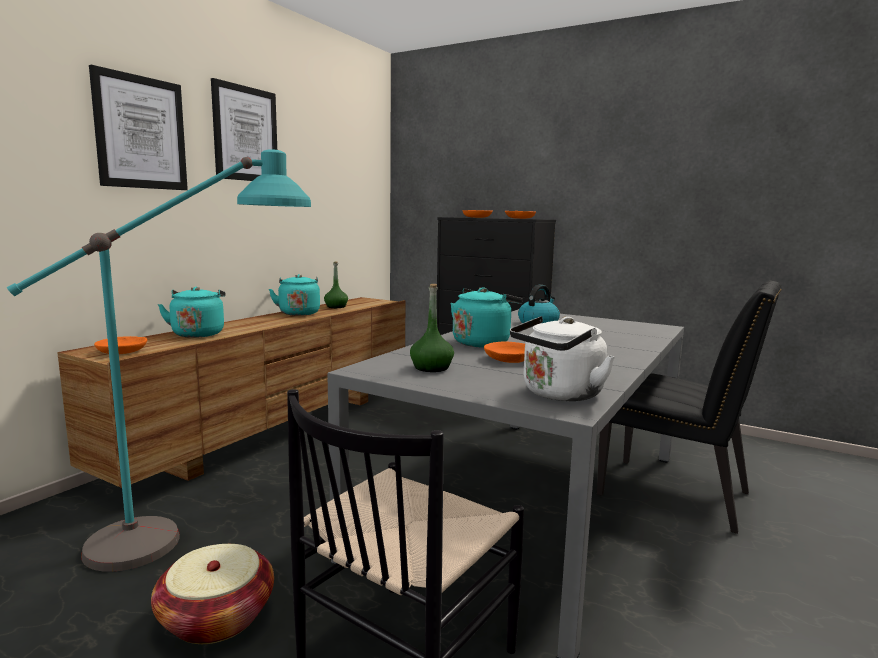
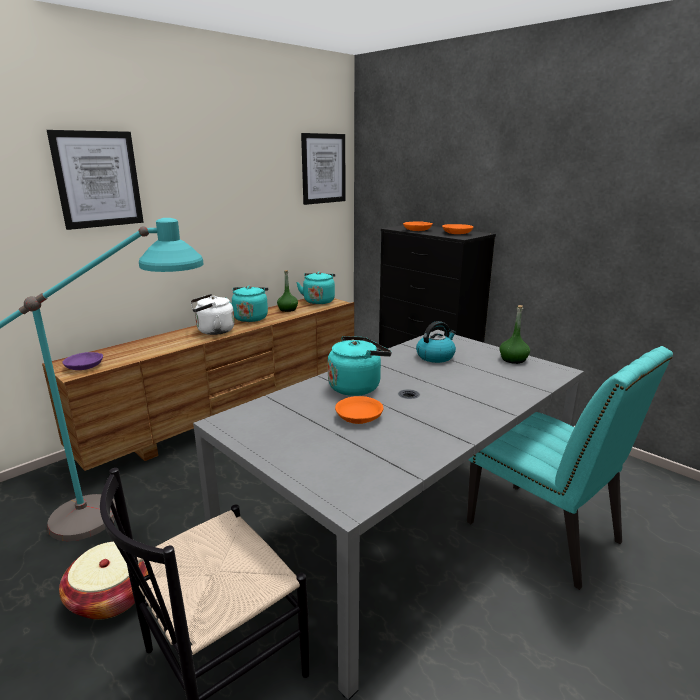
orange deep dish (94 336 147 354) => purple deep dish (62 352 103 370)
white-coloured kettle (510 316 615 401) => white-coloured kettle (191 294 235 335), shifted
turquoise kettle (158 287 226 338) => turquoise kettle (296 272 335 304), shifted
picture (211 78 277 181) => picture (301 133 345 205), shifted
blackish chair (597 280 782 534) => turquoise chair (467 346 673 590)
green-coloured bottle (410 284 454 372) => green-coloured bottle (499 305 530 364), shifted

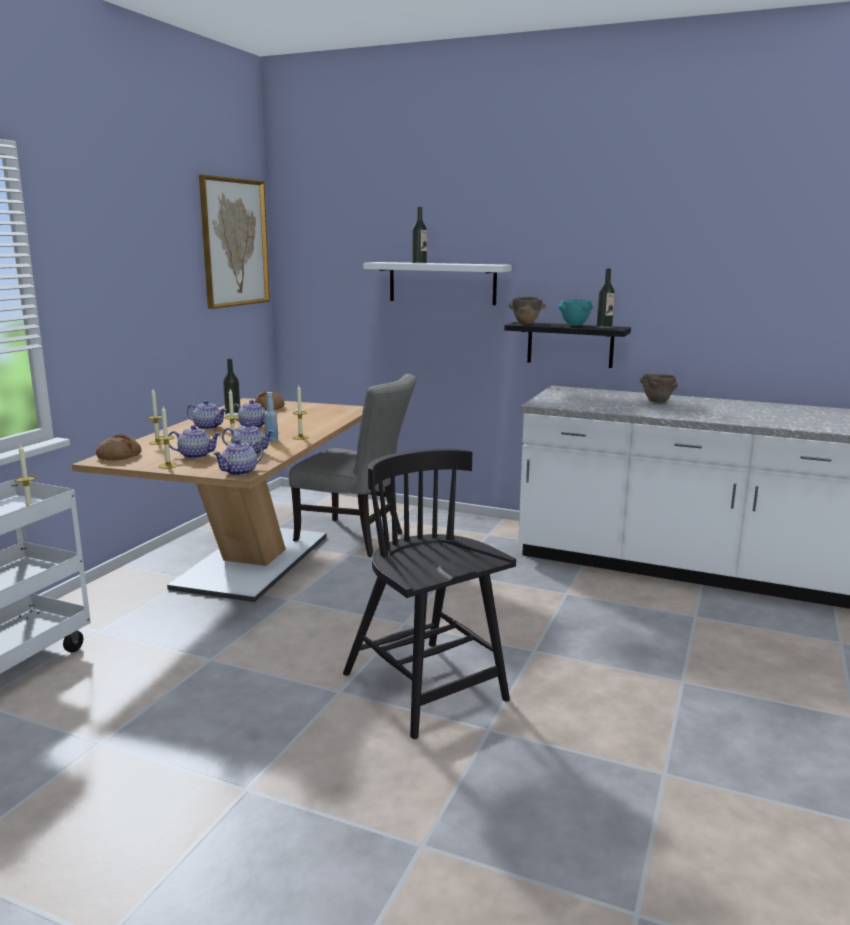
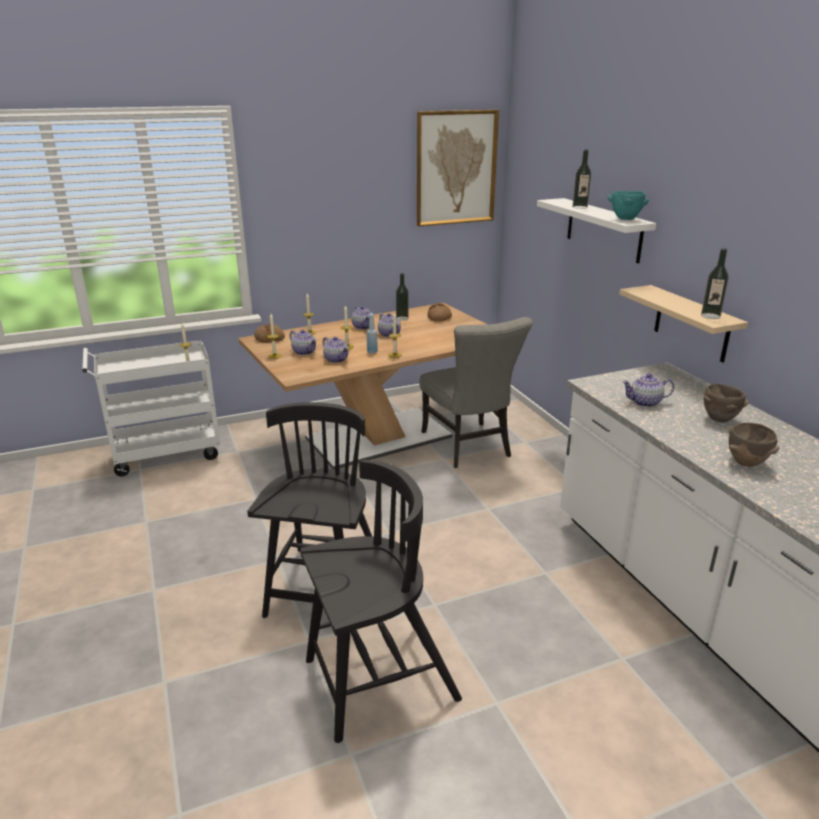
nothing => blackish chair (300 460 462 743)
turquoise deep dish (558 299 593 326) => turquoise deep dish (608 191 649 220), shifted
blackish bracket shelf (504 322 631 368) => beige-coloured bracket shelf (619 285 748 363)
teapot (213 439 264 476) => teapot (622 373 674 407), shifted
brownish deep dish (509 297 546 324) => brownish deep dish (729 423 779 467), shifted

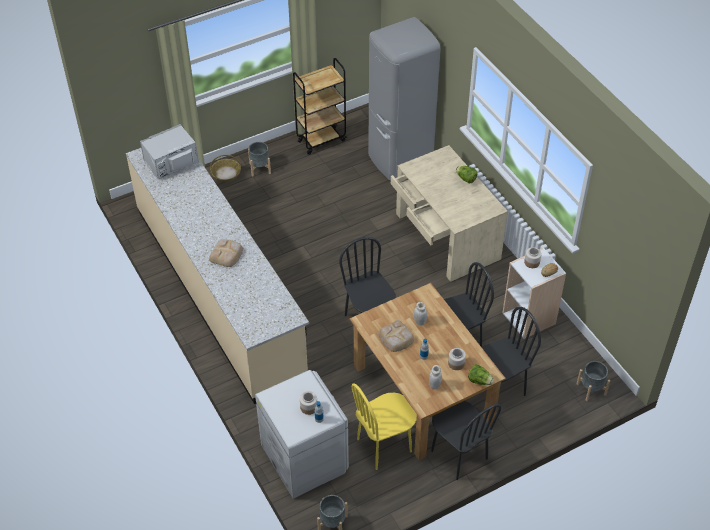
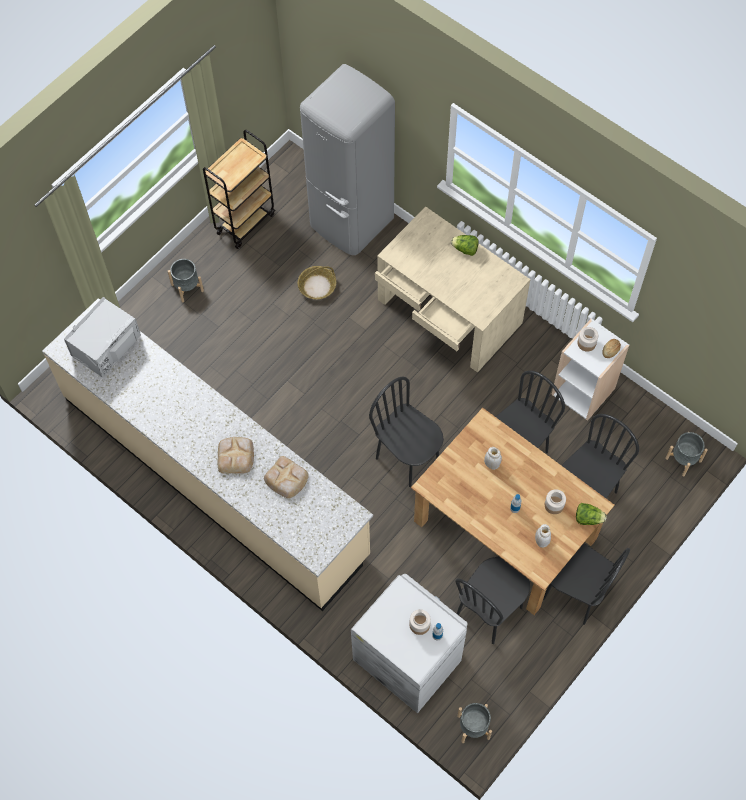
bread (378 320 414 352) => bread (264 456 309 498), shifted
basket (210 155 241 182) => basket (298 266 336 300), shifted
yellow-coloured chair (352 383 417 470) => blackish chair (455 557 530 644)

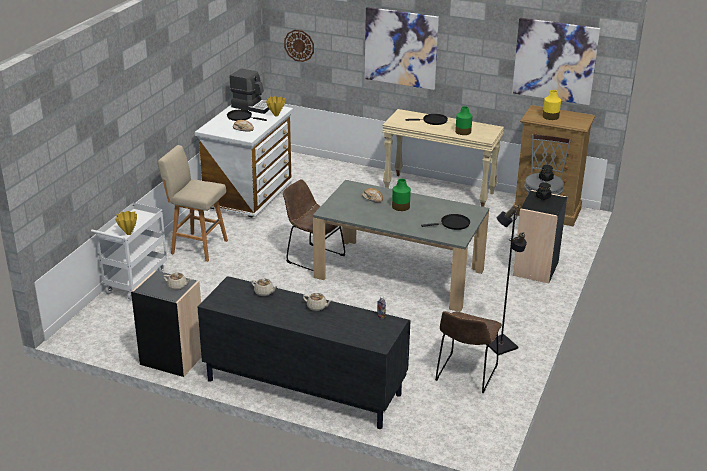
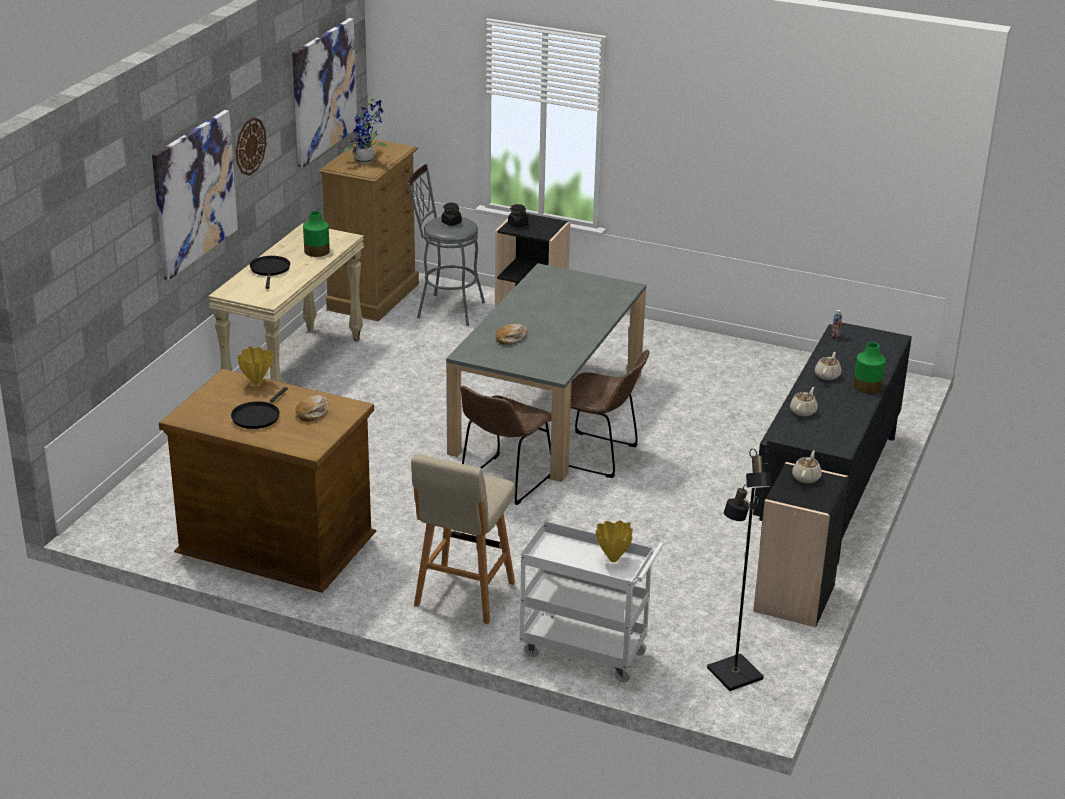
white-coloured drawer chest (195 105 294 218) => brownish drawer chest (159 369 376 593)
wall clock (284 30 314 62) => wall clock (236 117 266 176), shifted
yellow-coloured vase (543 90 561 120) => plant in a pot (343 97 387 164)
brownish chair (435 311 502 393) => brownish chair (569 350 650 478), shifted
blackish floor lamp (486 205 527 356) => blackish floor lamp (707 448 771 691), shifted
green-coloured vase (392 179 411 211) => green-coloured vase (853 342 886 394), shifted
coffee brewer (230 68 270 114) => nothing
blackish frying pan (421 214 470 230) => nothing

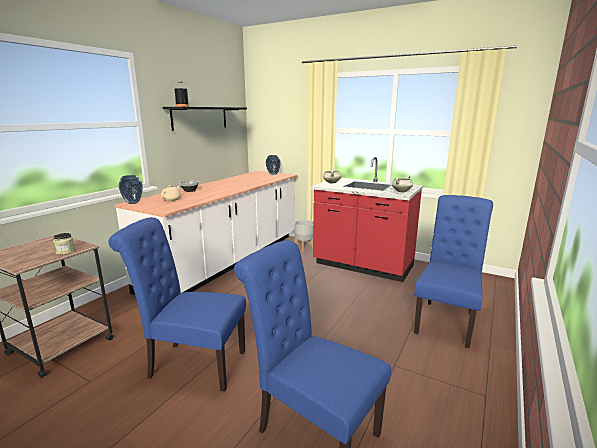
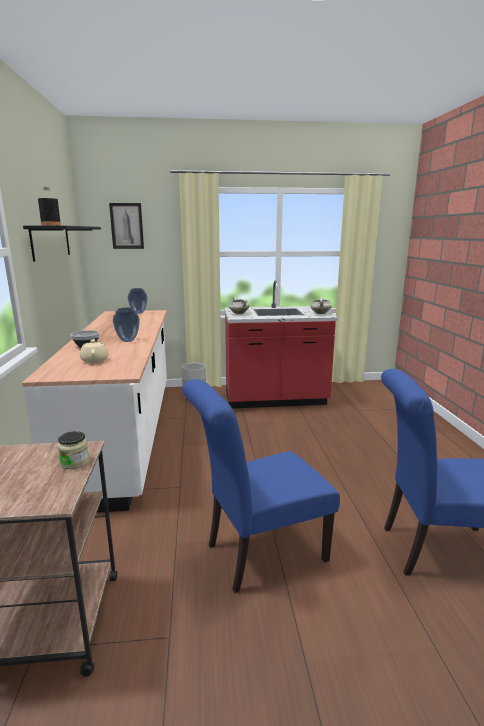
nothing => picture (109 203 144 249)
vase (118 175 143 204) => vase (113 308 140 342), shifted
blue-coloured chair (414 195 493 348) => nothing

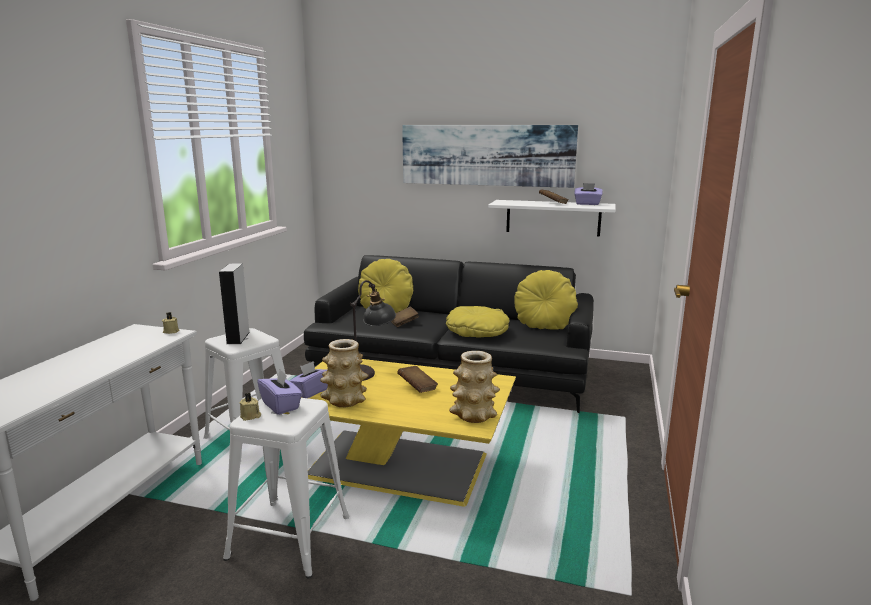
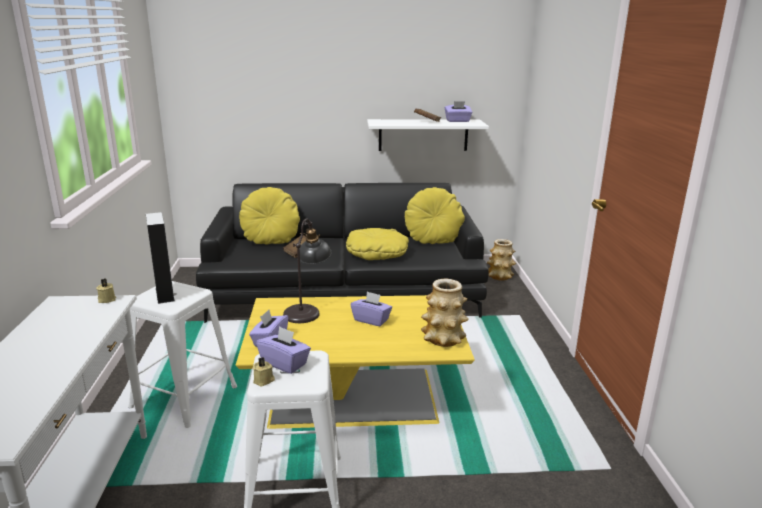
brownish bound book (397 366 438 393) => purple box of tissues (351 291 392 327)
vase (320 339 369 407) => vase (487 239 516 281), shifted
picture (402 125 578 188) => nothing

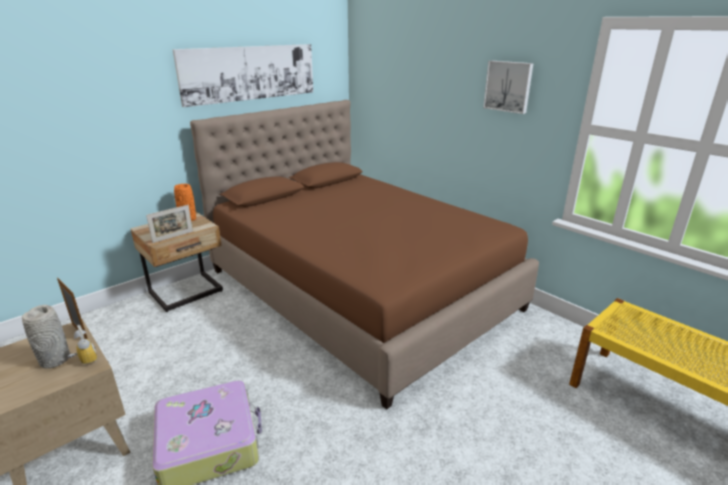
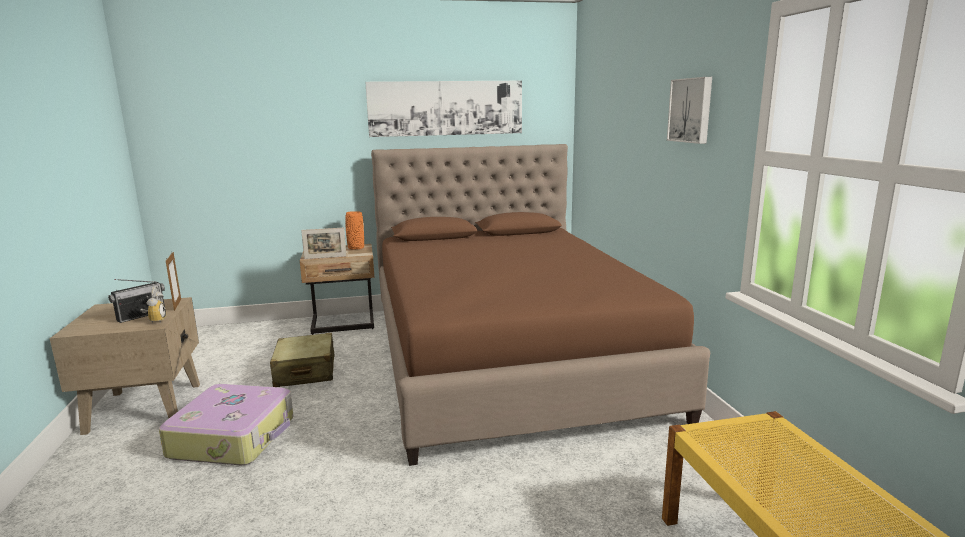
greyish vase (22 305 70 368) => radio (108 279 165 323)
nothing => beige-coloured suitcase (270 333 335 387)

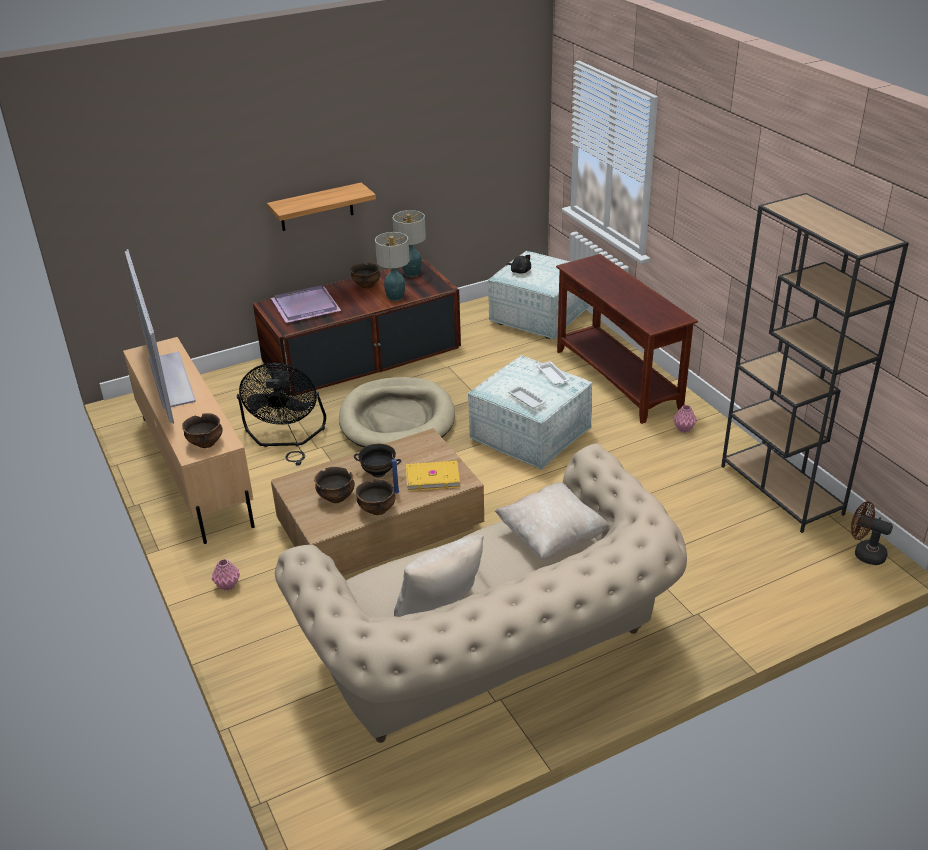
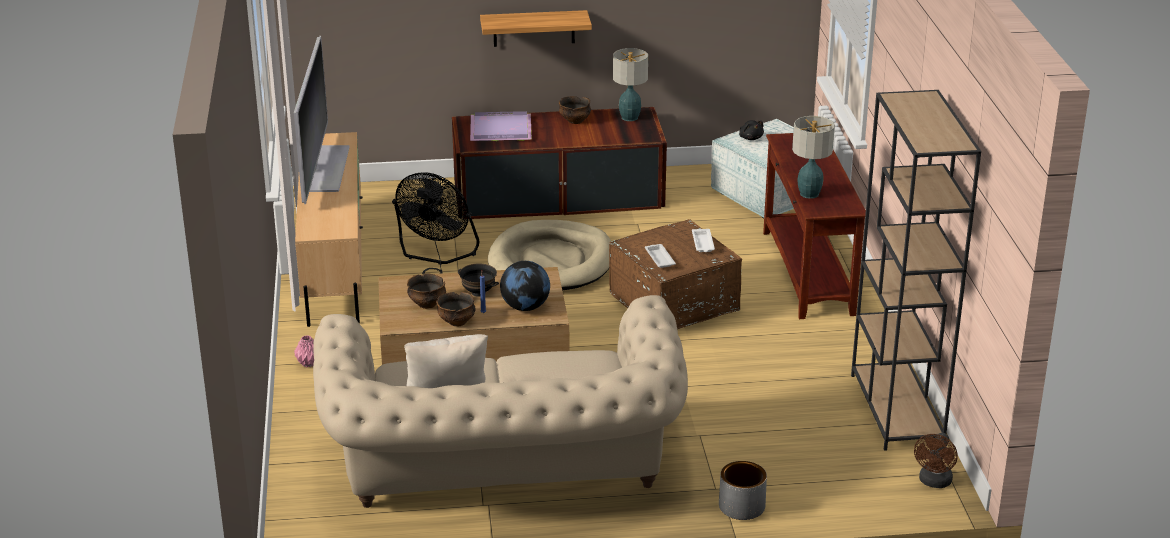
yellow-coloured bound book (406 461 460 491) => globe (500 261 550 311)
white-coloured ottoman (468 355 592 469) => brownish ottoman (609 219 742 329)
nothing => greyish flower pot (719 461 767 520)
table lamp (375 232 410 301) => table lamp (792 116 835 199), shifted
brownish cooling fan (851 501 893 565) => brownish cooling fan (914 433 958 488), 120 degrees counterclockwise
deep dish (182 413 222 448) => nothing
beige-coloured pillow (495 482 610 560) => nothing
pink-coloured vase (673 405 697 433) => nothing

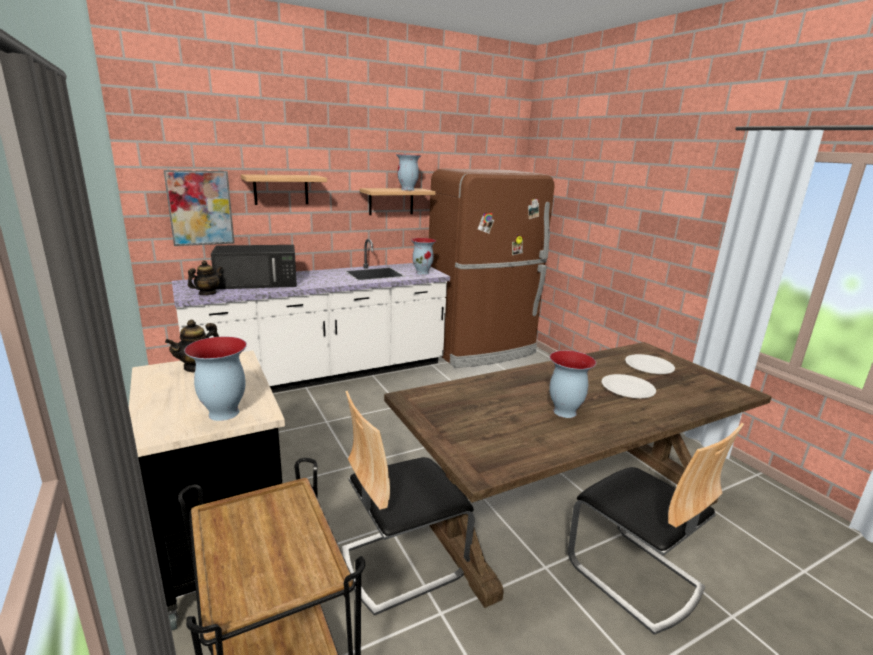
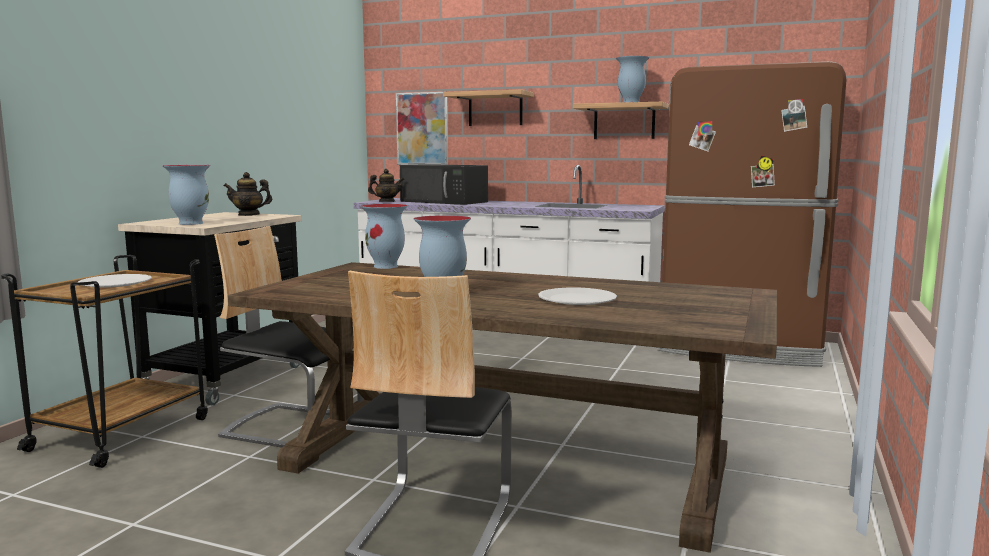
white-coloured flat dish (625 354 675 374) => white-coloured flat dish (78 274 152 288), shifted
vase (411 238 436 275) => vase (361 204 408 269), shifted

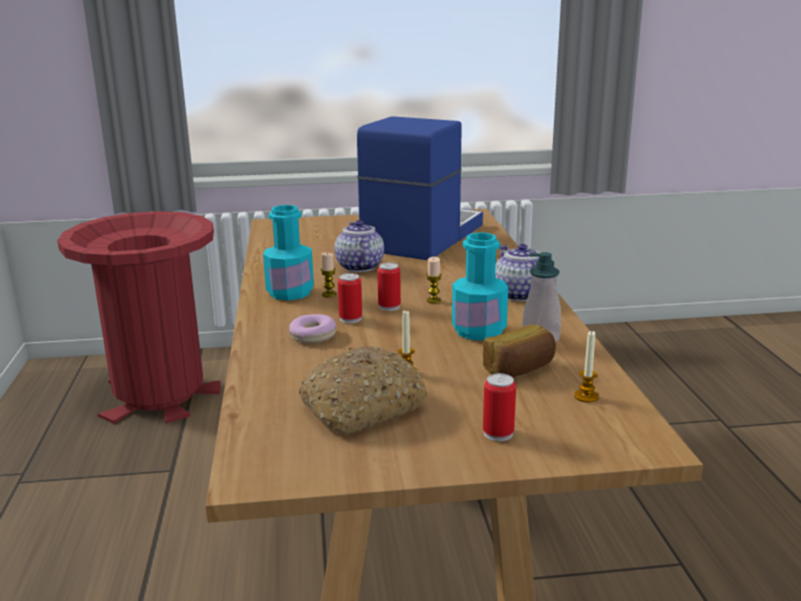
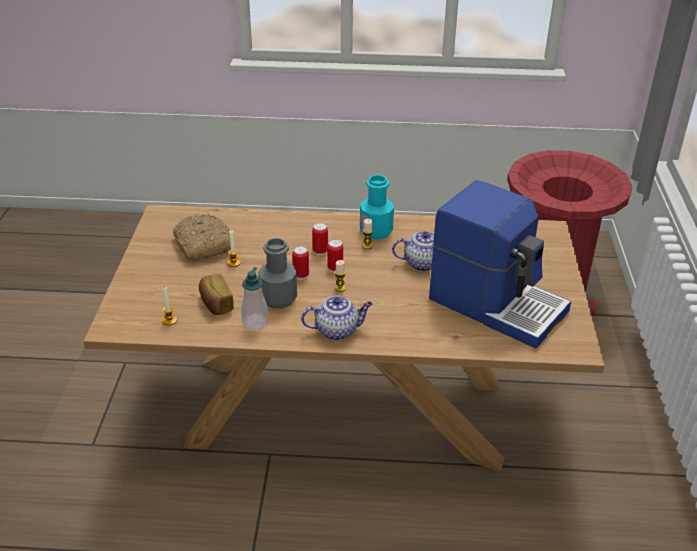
turquoise bottle (452 232 508 341) => greyish bottle (258 238 297 309)
metal can (483 373 516 441) => metal can (292 246 309 280), shifted
donut (289 314 336 343) => nothing

